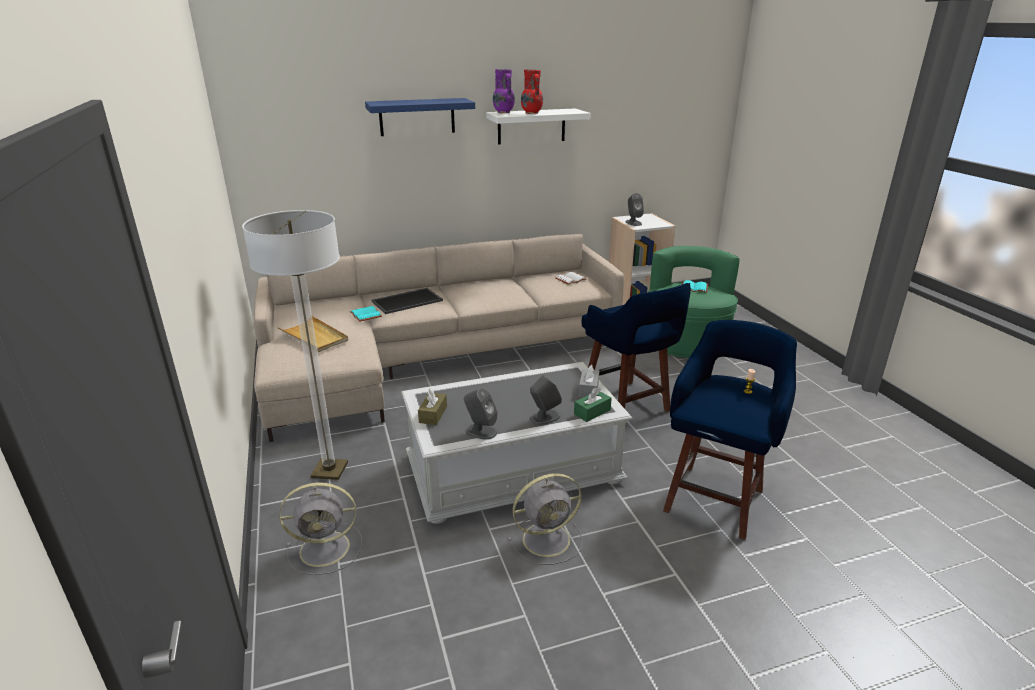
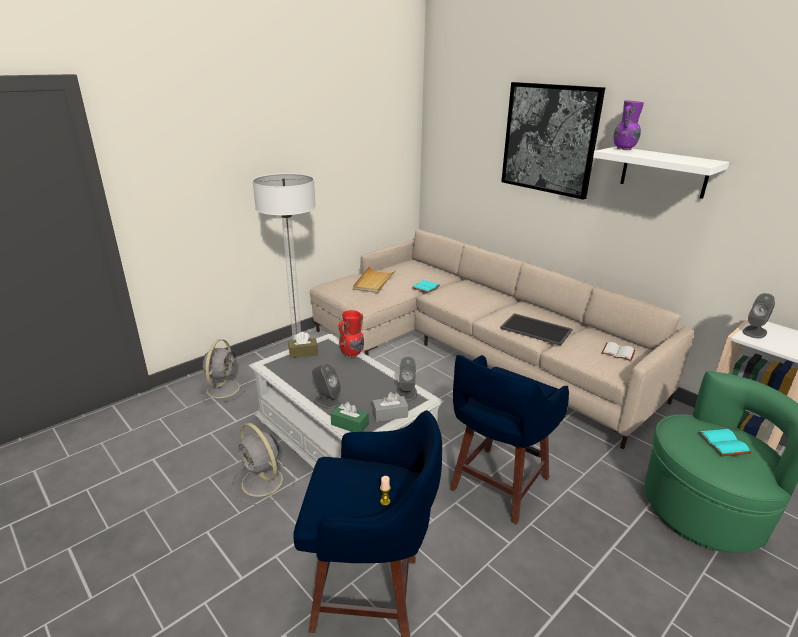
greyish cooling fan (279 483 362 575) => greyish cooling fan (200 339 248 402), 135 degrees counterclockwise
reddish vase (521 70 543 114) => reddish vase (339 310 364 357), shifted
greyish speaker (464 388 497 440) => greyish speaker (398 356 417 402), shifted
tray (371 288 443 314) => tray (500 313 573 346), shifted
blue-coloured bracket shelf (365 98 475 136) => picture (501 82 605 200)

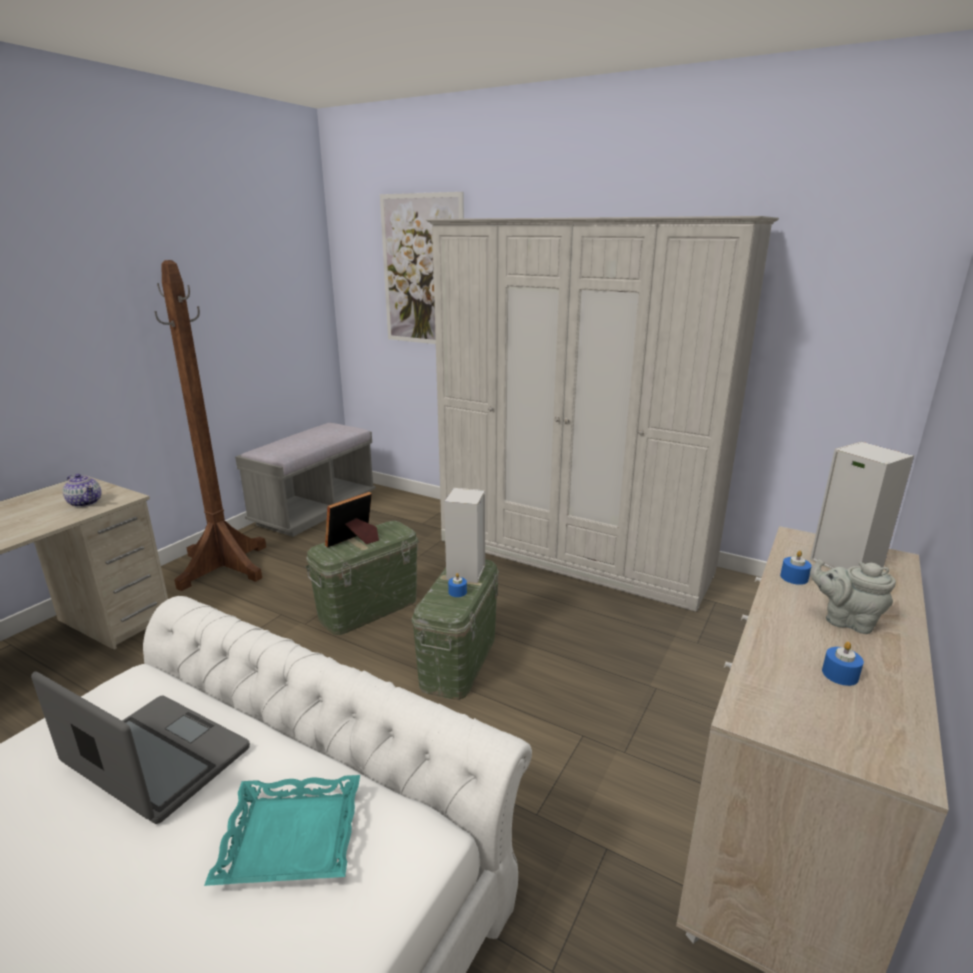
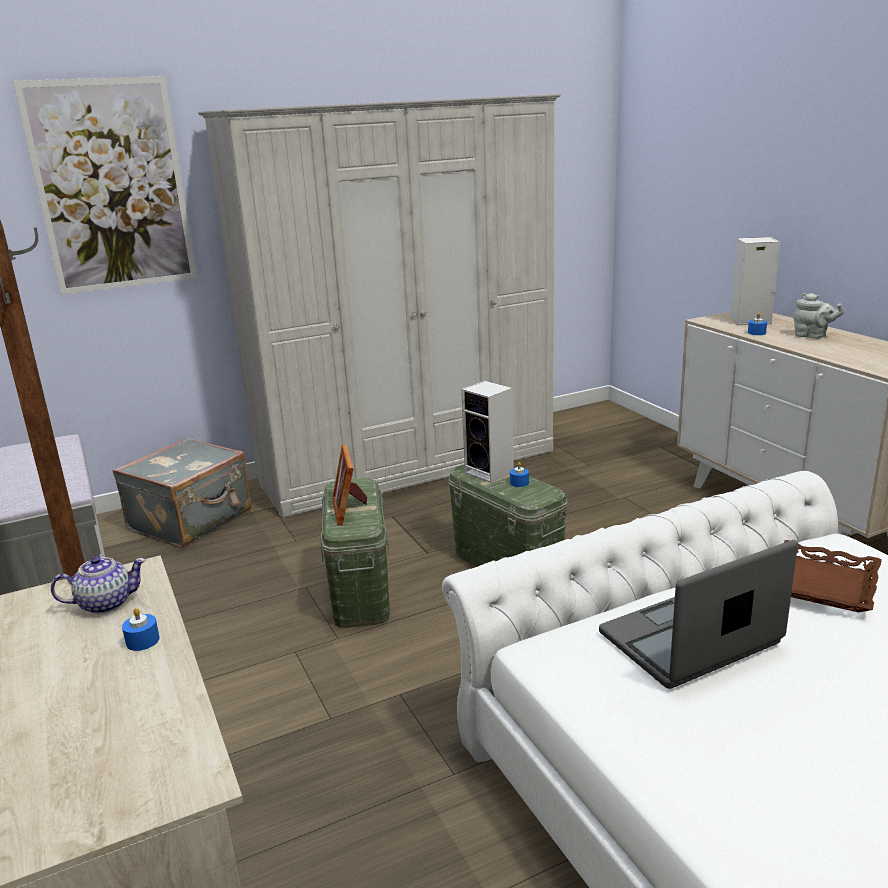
nothing => greyish suitcase (112 437 252 548)
blue-coloured candle (822 642 864 686) => blue-coloured candle (122 608 160 651), shifted
turquoise tray (204 775 360 886) => brownish tray (784 540 882 613)
greyish teapot (810 559 896 634) => greyish teapot (793 293 844 338), 120 degrees counterclockwise

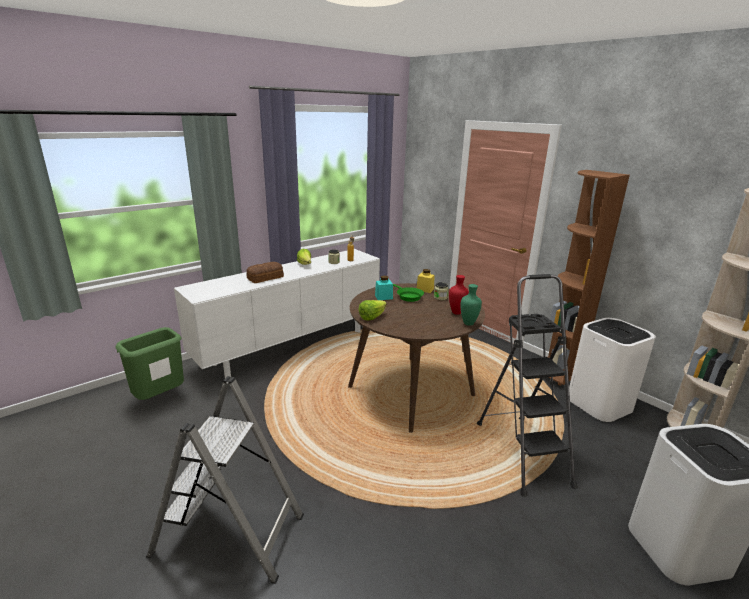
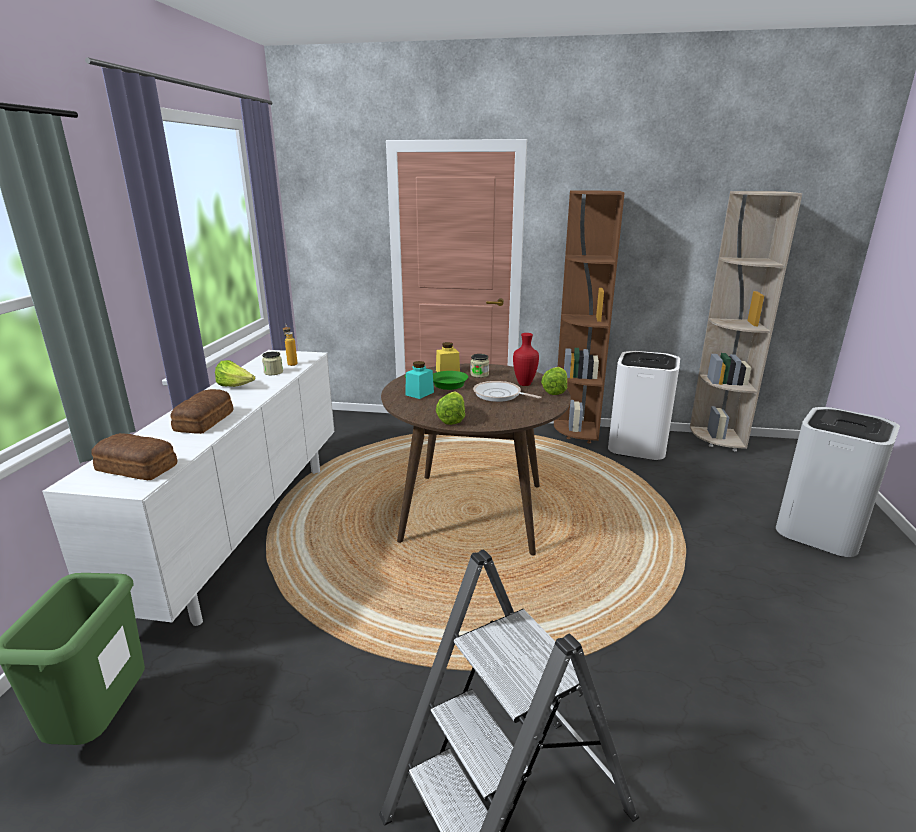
nothing => bread (91 433 178 480)
nothing => frying pan (473 381 541 402)
green-coloured vase (461 284 482 326) => head of lettuce (541 367 567 395)
stepladder (477 274 578 497) => nothing

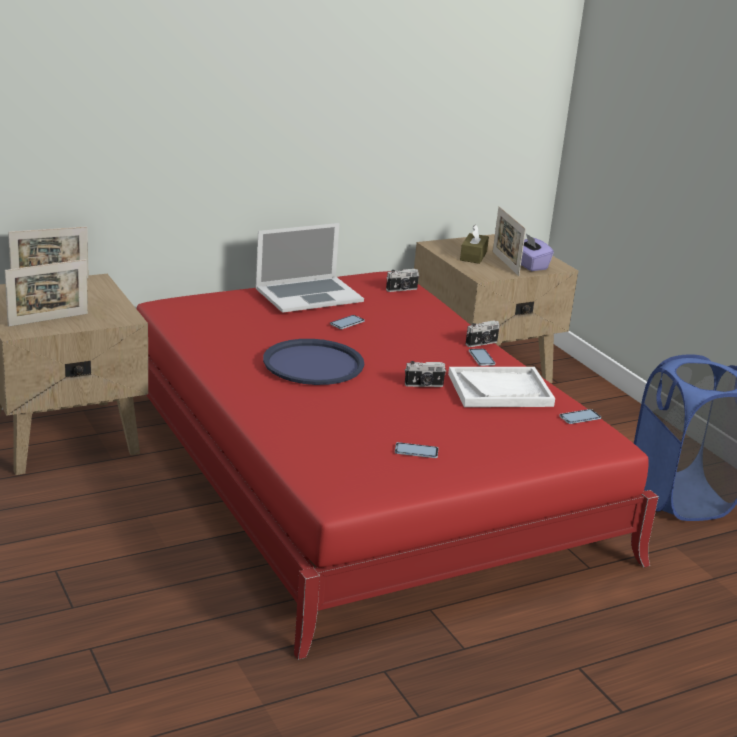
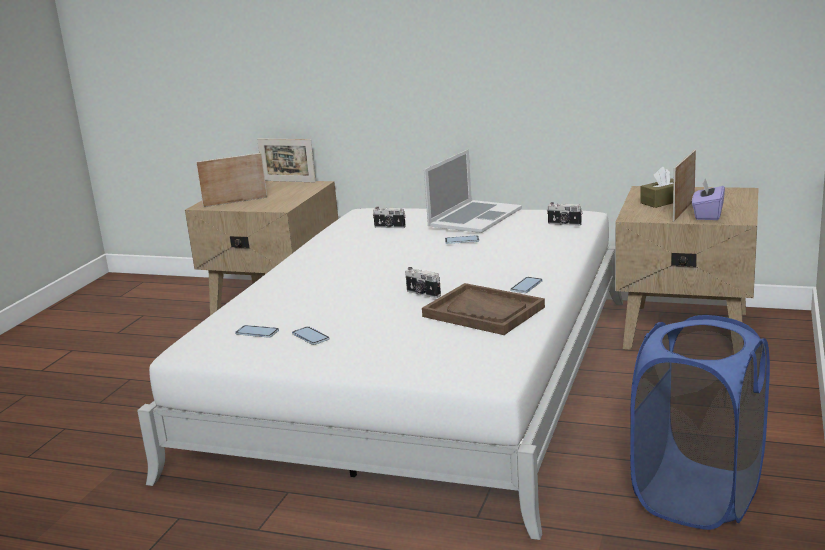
reddish sleeping bed (137 271 659 660) => white-coloured sleeping bed (137 208 623 540)
picture frame (5 259 88 327) => picture frame (196 153 267 207), 150 degrees clockwise
telephone (559 409 601 424) => telephone (235 325 279 338), shifted
still camera (465 320 500 347) => still camera (373 207 406 228), shifted
white-coloured tray (448 367 555 407) => brownish tray (422 283 545 335)
portable computer (256 223 364 313) => portable computer (424 149 522 233), 75 degrees counterclockwise
blue-coloured tray (263 339 364 385) => nothing

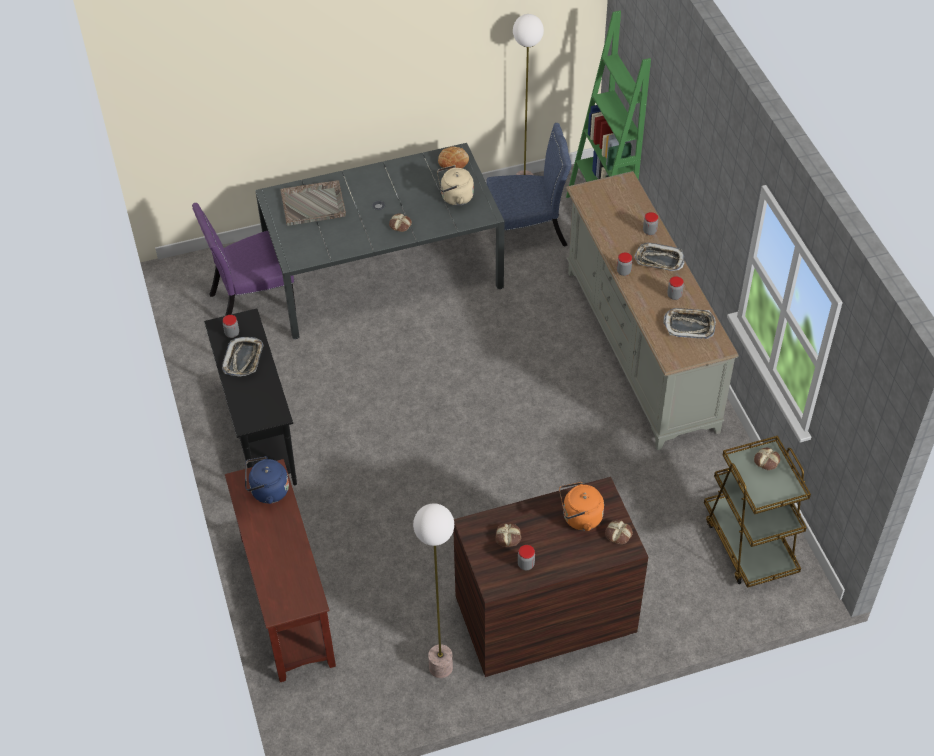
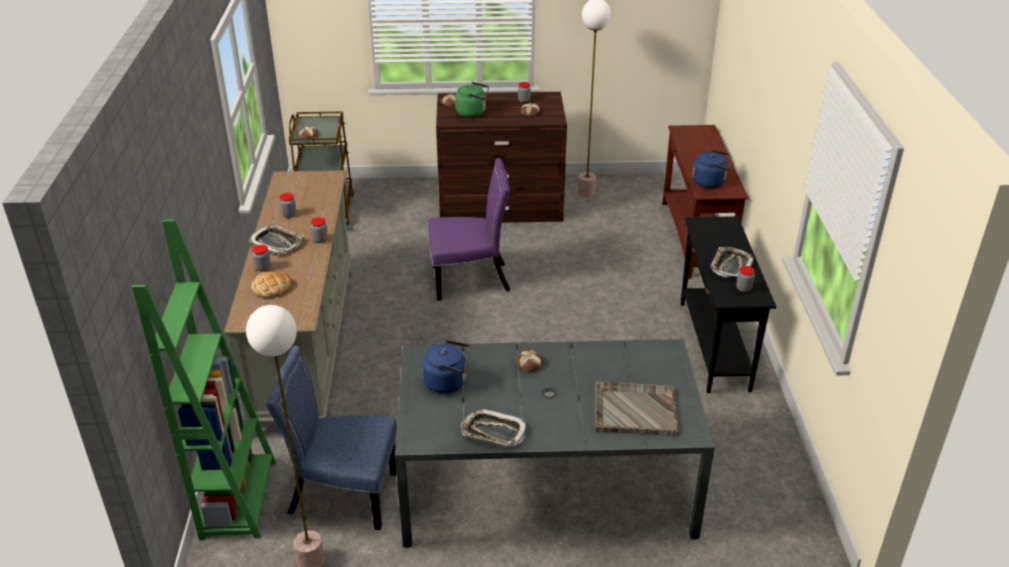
bread (438 147 469 170) => bread (252 271 292 298), shifted
beige-coloured kettle (437 165 474 206) => blue-coloured kettle (422 340 471 393)
purple chair (192 203 296 316) => purple chair (428 158 510 301), shifted
orange kettle (559 482 604 531) => green-coloured kettle (455 82 489 118)
tray (663 308 716 339) => tray (461 409 526 446), shifted

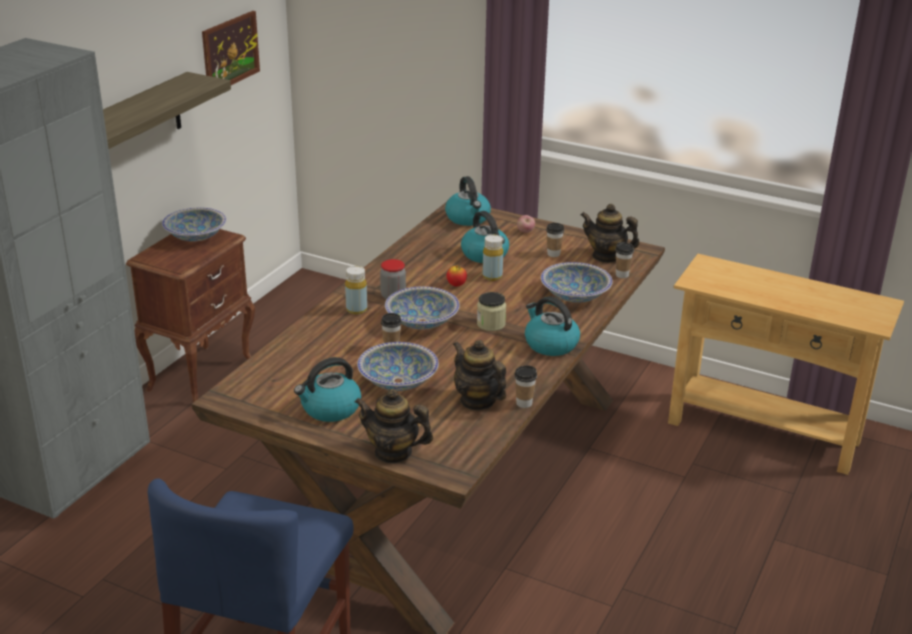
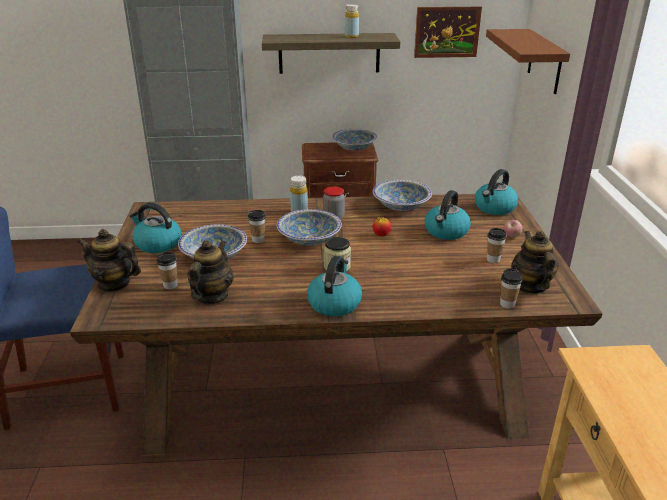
teapot (355 389 433 464) => teapot (77 229 141 292), 60 degrees counterclockwise
drinking cup (514 366 537 408) => drinking cup (157 252 178 289), shifted
yellow-coloured bottle (483 235 503 281) => yellow-coloured bottle (345 4 359 38), shifted
deep dish (541 262 613 303) => deep dish (373 180 432 211), shifted
nothing => brownish bracket shelf (486 29 570 94)

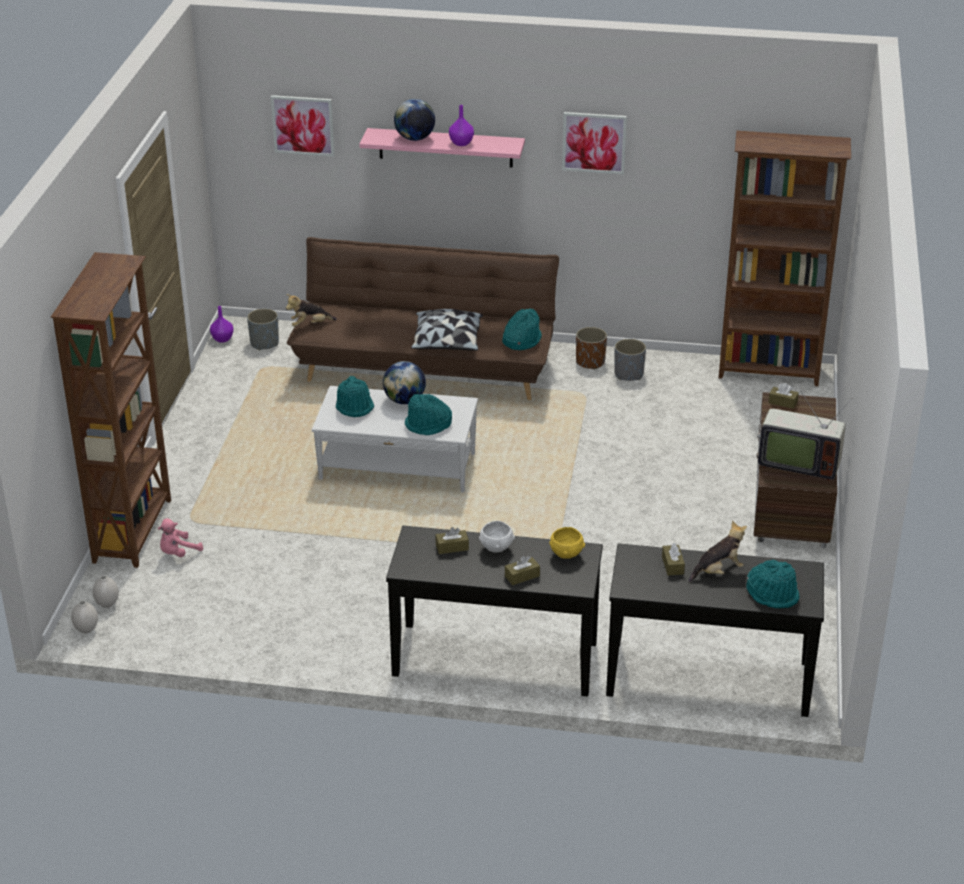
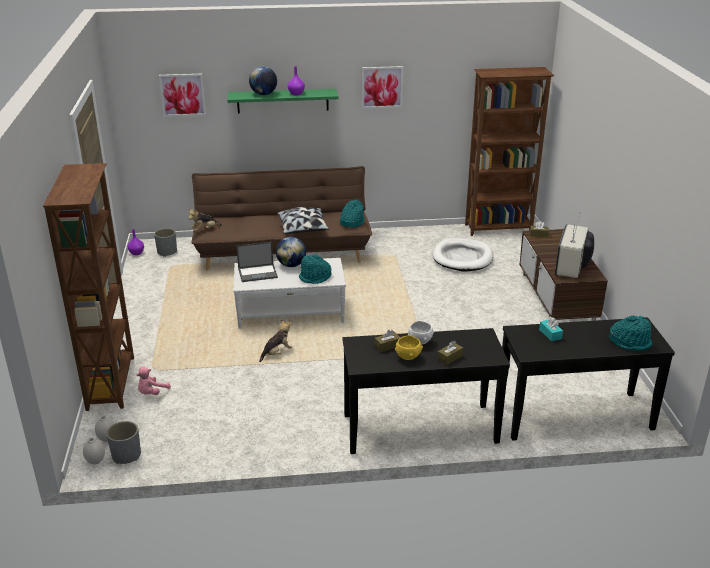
greyish flower pot (614 339 646 381) => greyish flower pot (106 421 141 464), shifted
pink-coloured bracket shelf (359 128 525 168) => green-coloured bracket shelf (228 89 339 113)
turquoise hat (336 376 374 417) => portable computer (237 242 278 282)
plush toy (689 521 747 582) => plush toy (259 320 292 362), shifted
yellow-coloured deep dish (549 527 585 559) => yellow-coloured deep dish (395 335 423 360), shifted
nothing => white-coloured dog bed (433 238 493 272)
brownish box of tissues (662 543 685 576) => turquoise box of tissues (539 317 563 341)
TV (758 392 852 482) => TV (555 214 594 280), 105 degrees clockwise
brownish flower pot (576 327 607 370) => nothing

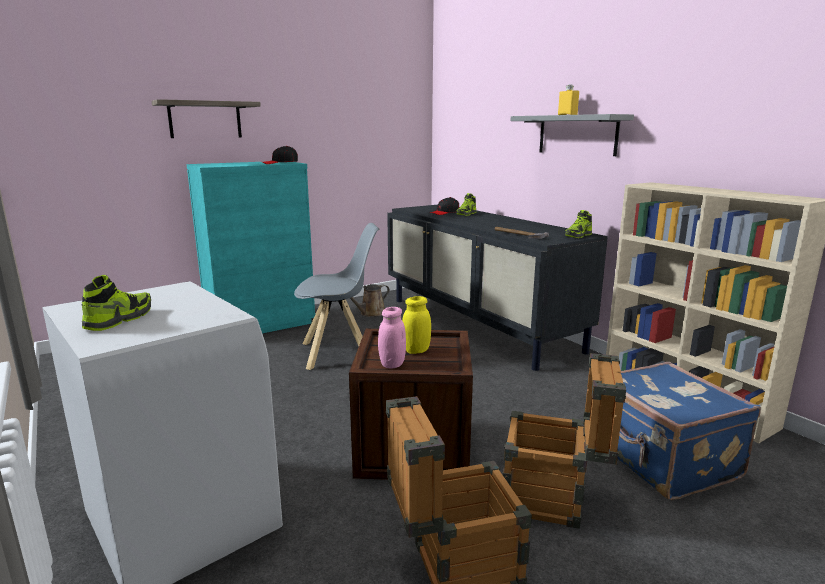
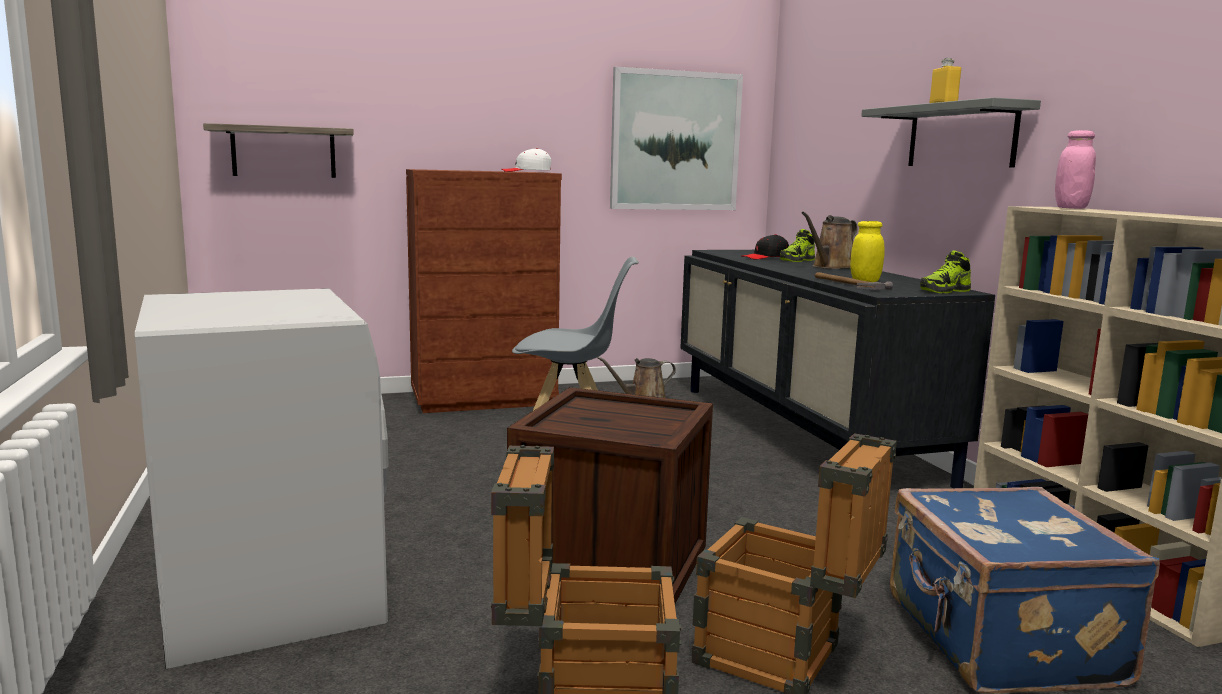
bracket shelf (152 99 261 138) => bracket shelf (203 123 354 178), shifted
turquoise drawer chest (187 162 315 333) => brownish drawer chest (406 169 562 413)
blackish cap (262 146 298 164) => white-coloured cap (501 148 552 172)
nothing => picture (610 67 743 210)
nothing => brownish sprinkling can (802 212 857 269)
yellow-coloured storage jar (402 296 431 354) => yellow-coloured storage jar (850 221 885 282), shifted
pink-coloured storage jar (378 307 406 369) => pink-coloured storage jar (1055 130 1096 209), shifted
shoe (82 275 151 331) => nothing

